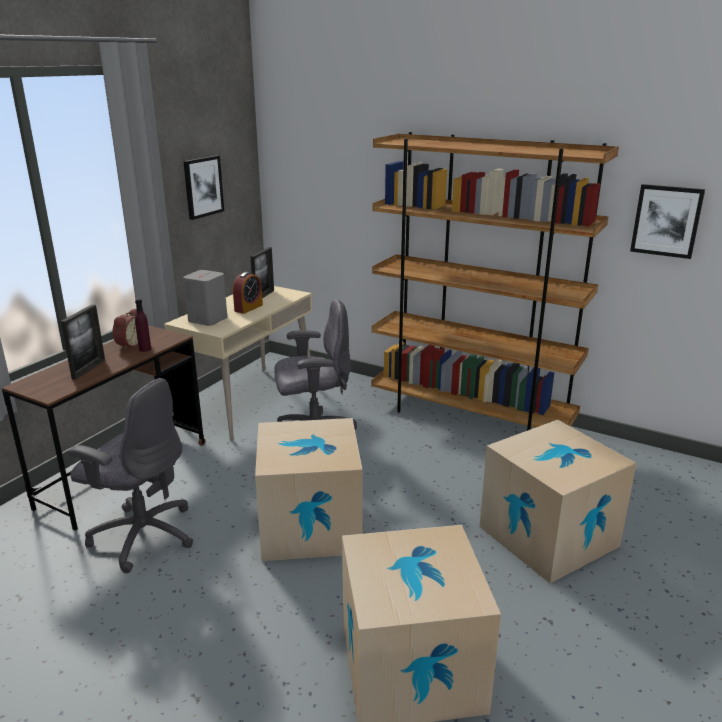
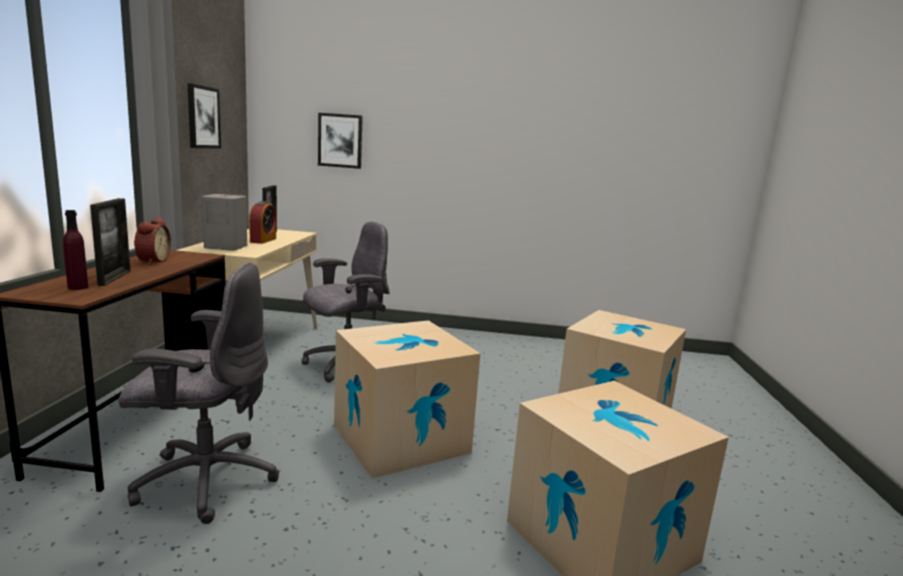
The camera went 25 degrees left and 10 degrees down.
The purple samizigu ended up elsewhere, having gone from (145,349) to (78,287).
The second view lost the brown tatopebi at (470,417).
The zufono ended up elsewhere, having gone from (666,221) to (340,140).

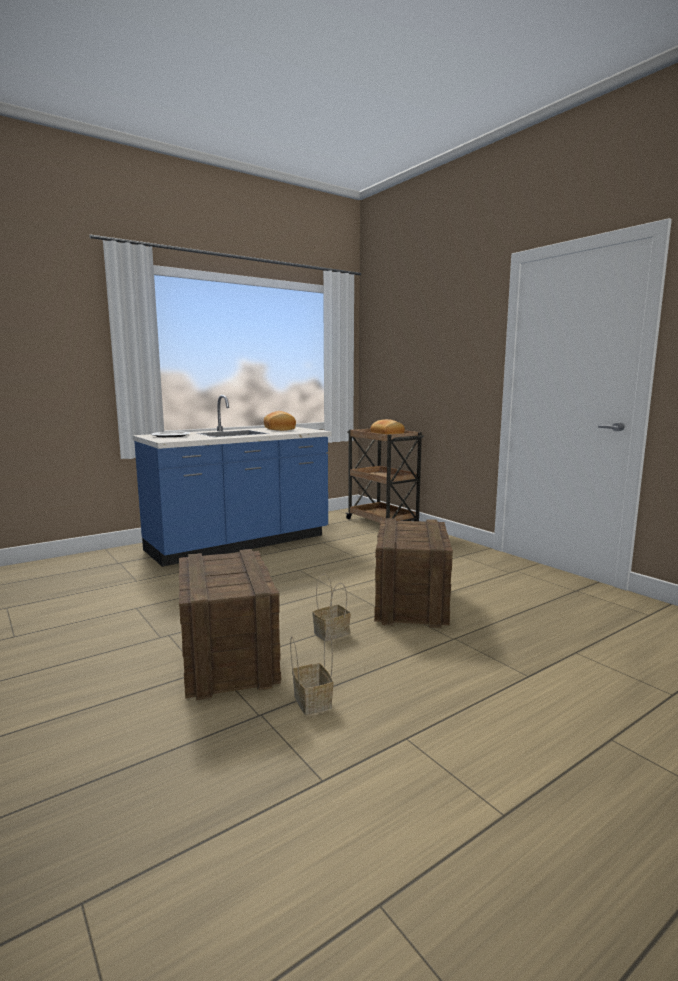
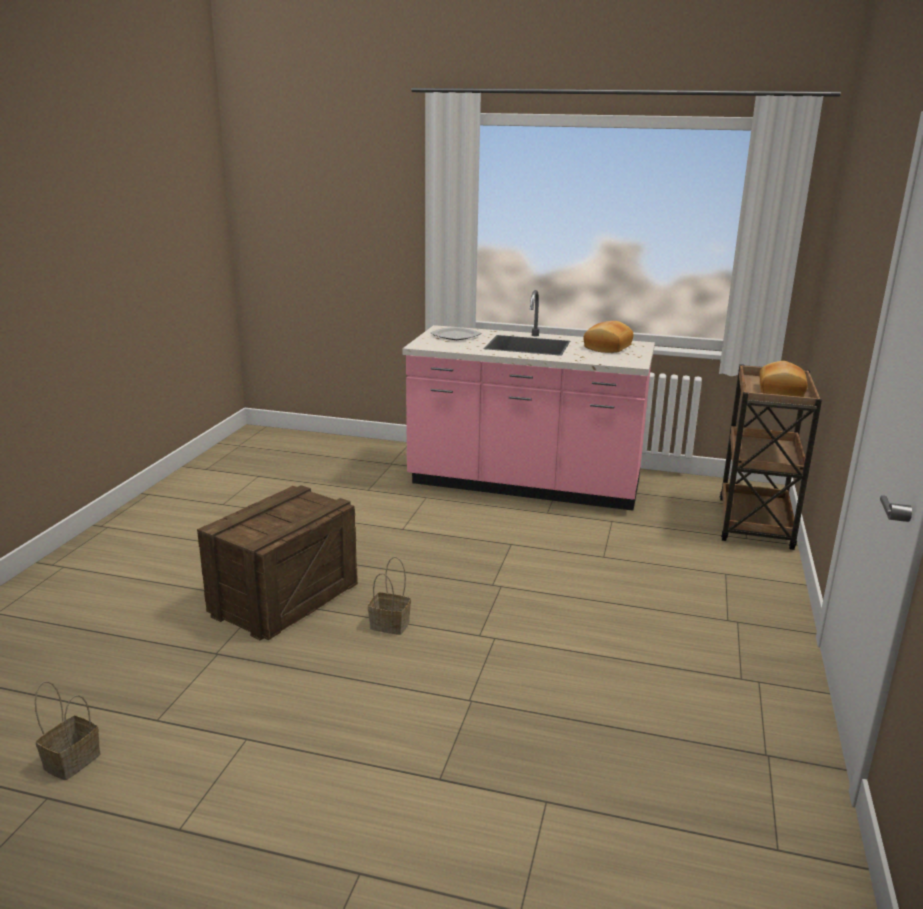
The camera went 50 degrees right and 10 degrees up.
What was the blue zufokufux at (239,544) turned into the pink zufokufux at (524,485).
The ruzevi ended up elsewhere, having gone from (311,701) to (73,760).
The second view lost the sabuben at (411,603).

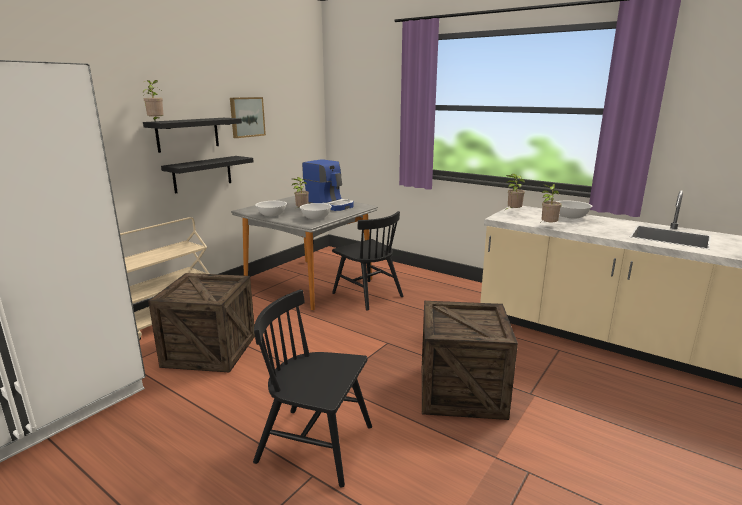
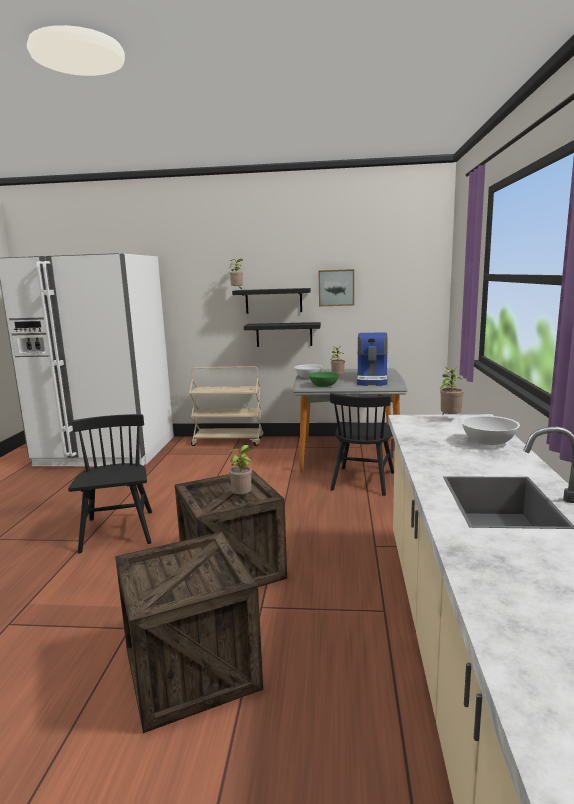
The camera went 60 degrees right and 5 degrees down.
The sabuben ended up elsewhere, having gone from (210,350) to (191,669).
What was the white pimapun at (316,218) turned into the green pimapun at (324,385).
The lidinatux ended up elsewhere, having gone from (547,226) to (243,497).

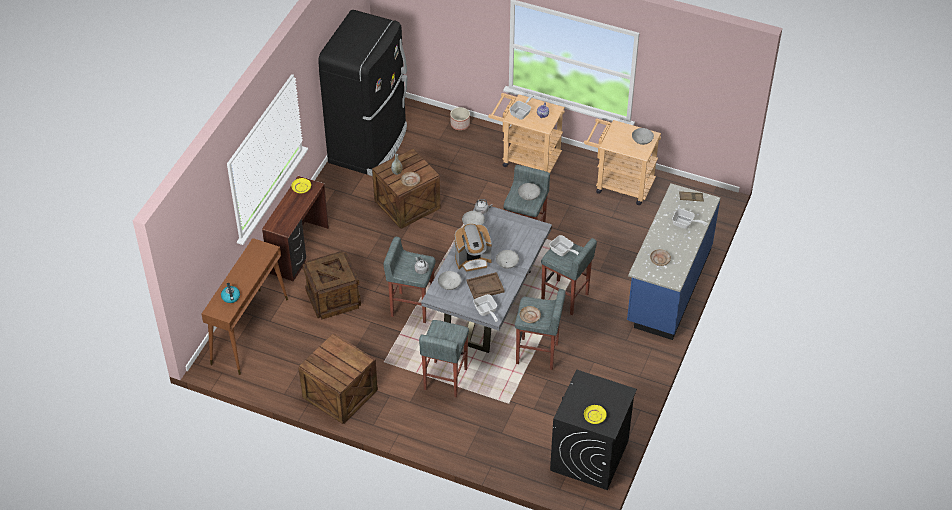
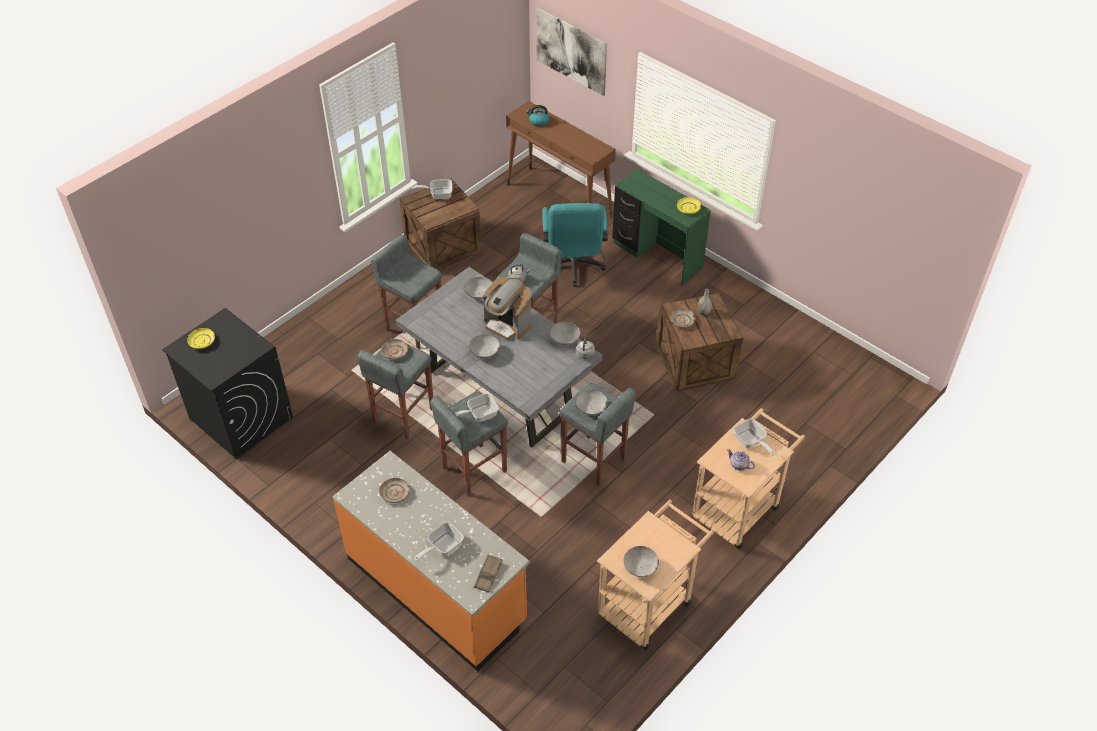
The camera went 110 degrees right and 0 degrees up.
What was the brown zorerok at (299,250) turned into the green zorerok at (656,256).
Where the sabuben stood at (334,298), the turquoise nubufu came to stand at (573,268).
The second view lost the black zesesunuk at (369,145).
The second view lost the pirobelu at (460,124).
The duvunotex at (473,260) ended up facing another way, 60 degrees counterclockwise from before.
The second view lost the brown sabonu at (485,287).
The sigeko ended up elsewhere, having gone from (486,311) to (438,194).
What was the blue zufokufux at (668,286) turned into the orange zufokufux at (437,589).
The second view gained the zufono at (571,51).

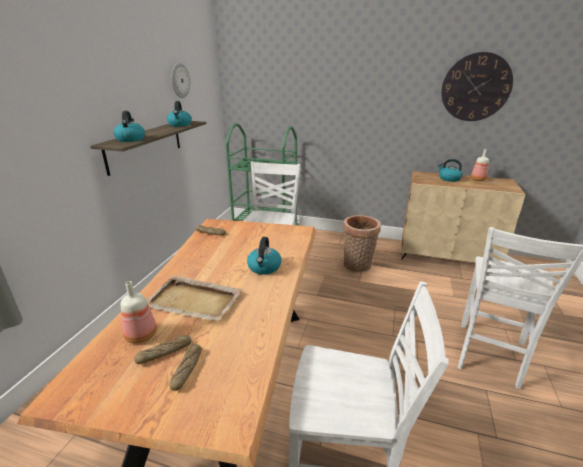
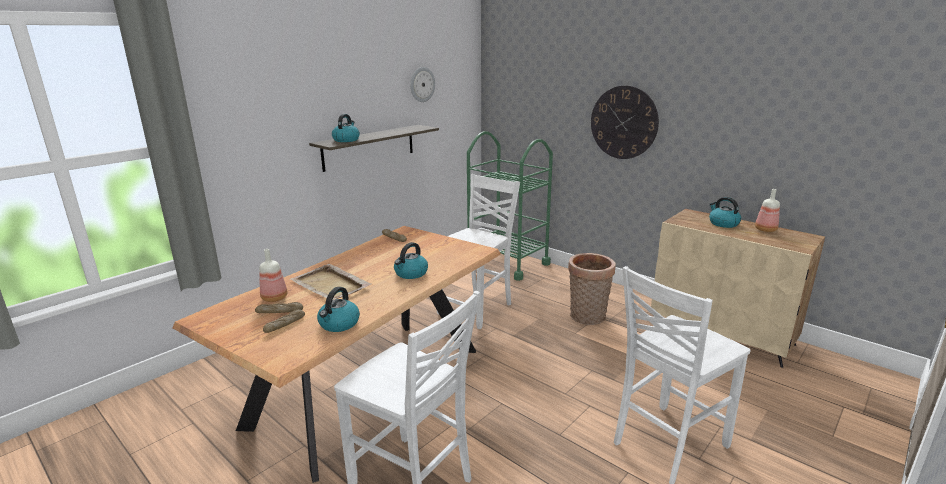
The camera went 25 degrees right and 5 degrees down.
The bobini ended up elsewhere, having gone from (180,125) to (339,324).
The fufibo ended up elsewhere, having gone from (475,87) to (623,122).

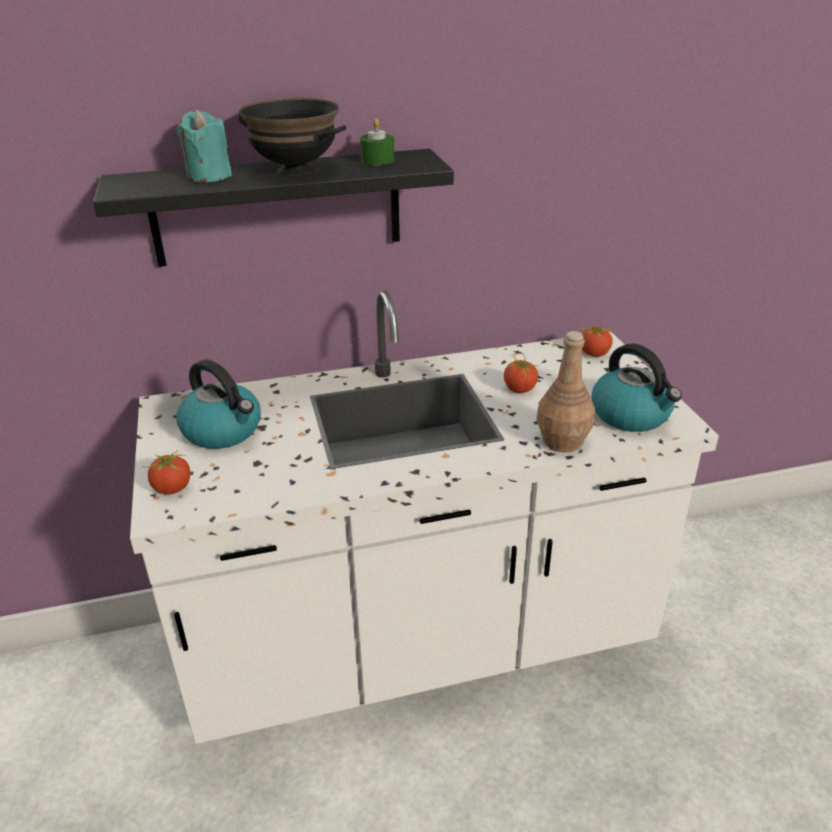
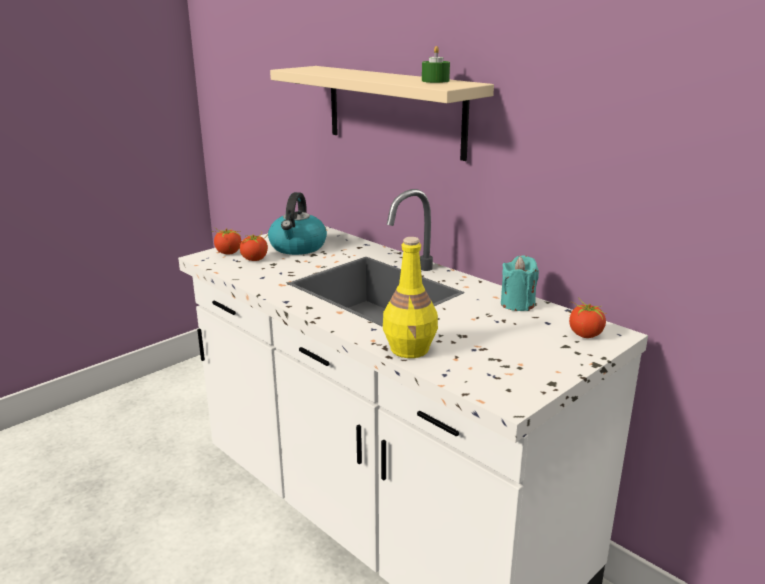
The camera went 60 degrees right and 10 degrees down.
What was the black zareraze at (277,208) turned into the beige zareraze at (394,110).
The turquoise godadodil ended up elsewhere, having gone from (209,176) to (517,304).
The second view lost the black pimapun at (294,170).
The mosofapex ended up elsewhere, having gone from (519,389) to (255,259).
What was the brown samizigu at (562,440) turned into the yellow samizigu at (410,349).
The second view lost the bobini at (631,415).

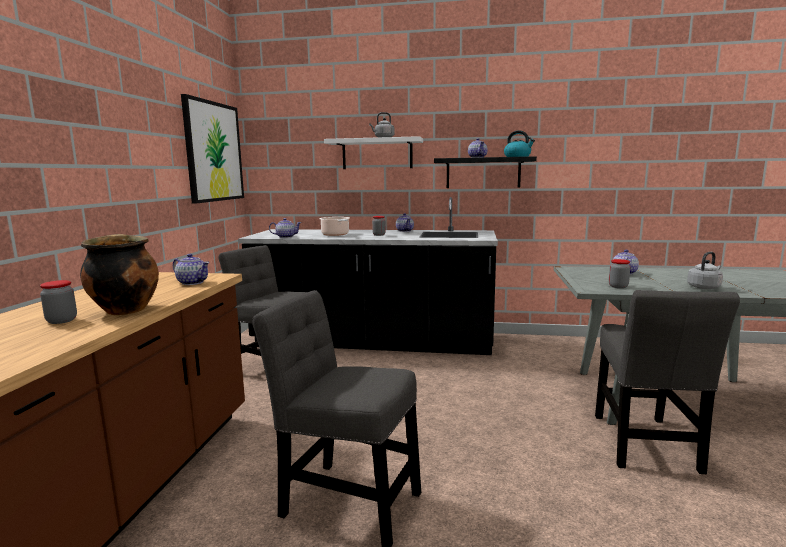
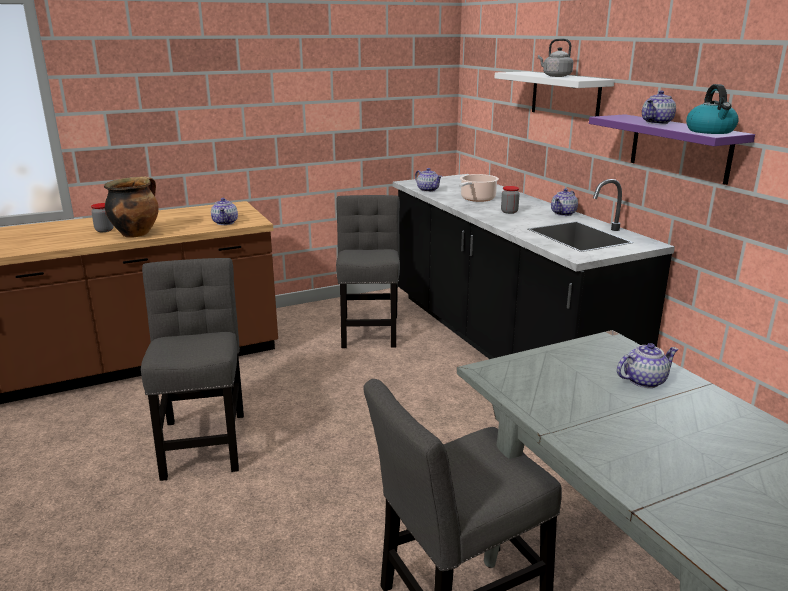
The camera went 55 degrees right and 10 degrees up.
The second view lost the zufono at (214,152).
What was the black zareraze at (483,173) turned into the purple zareraze at (679,148).
The second view lost the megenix at (618,286).
The second view lost the grey bobini at (704,287).

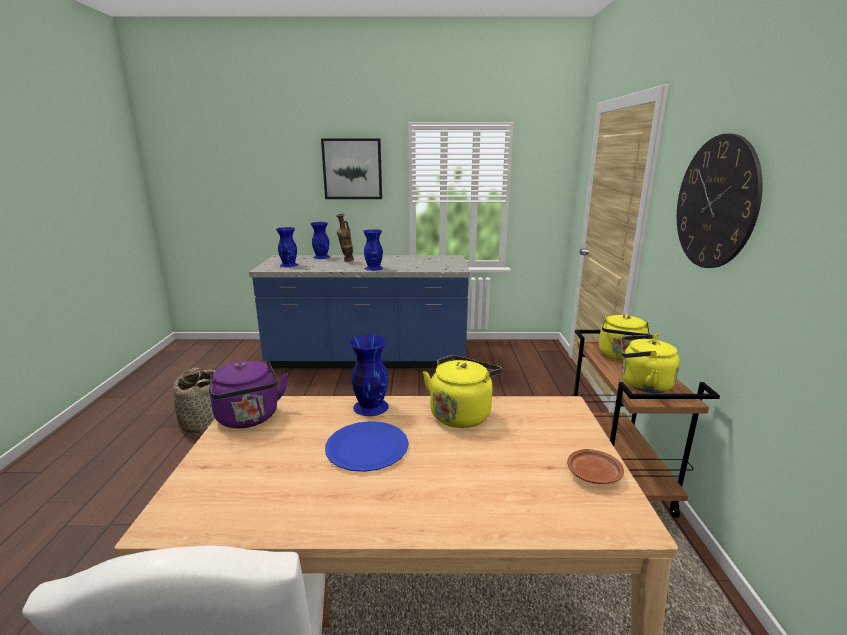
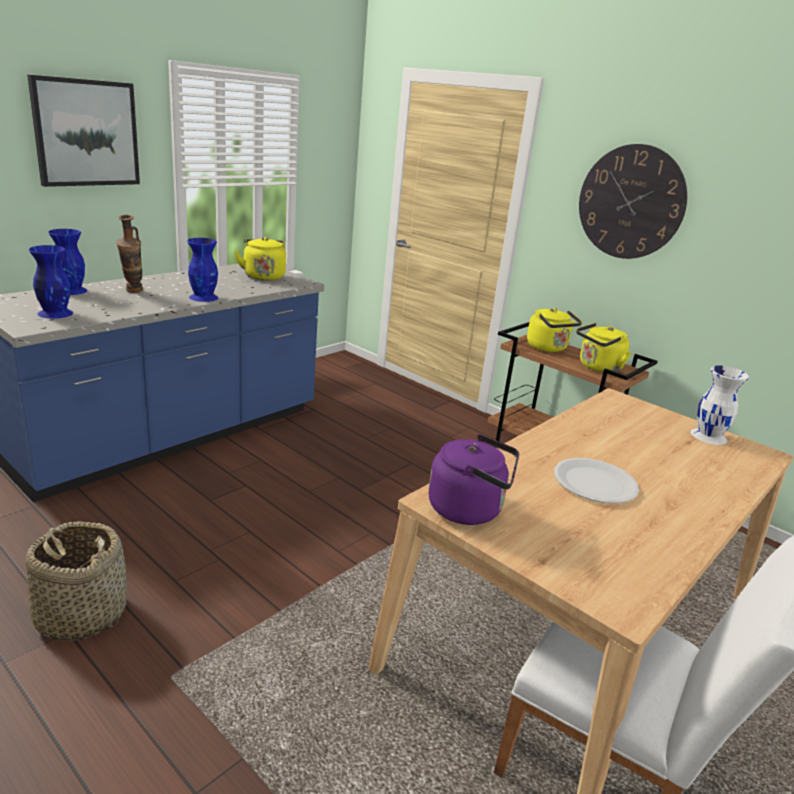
The camera went 50 degrees left and 5 degrees up.
What was the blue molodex at (367,448) turned into the white molodex at (595,483).
The second view lost the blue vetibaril at (370,406).
The yellow bobini ended up elsewhere, having gone from (461,413) to (263,276).
Where the brown molodex stood at (594,474), the white vetibaril came to stand at (709,436).

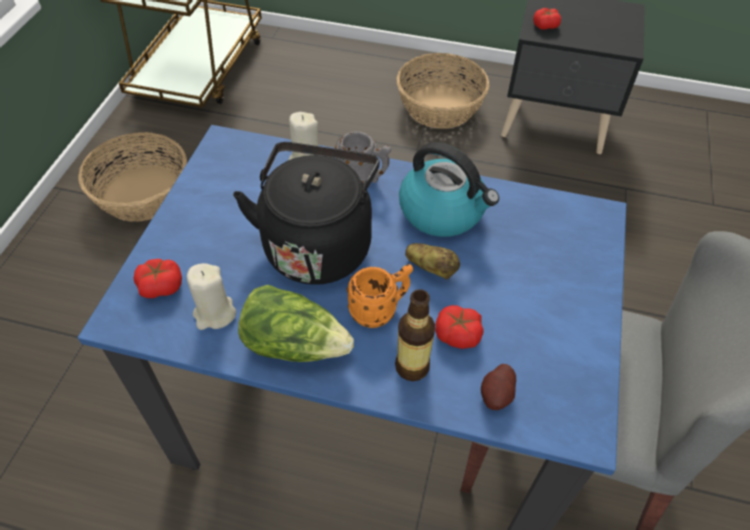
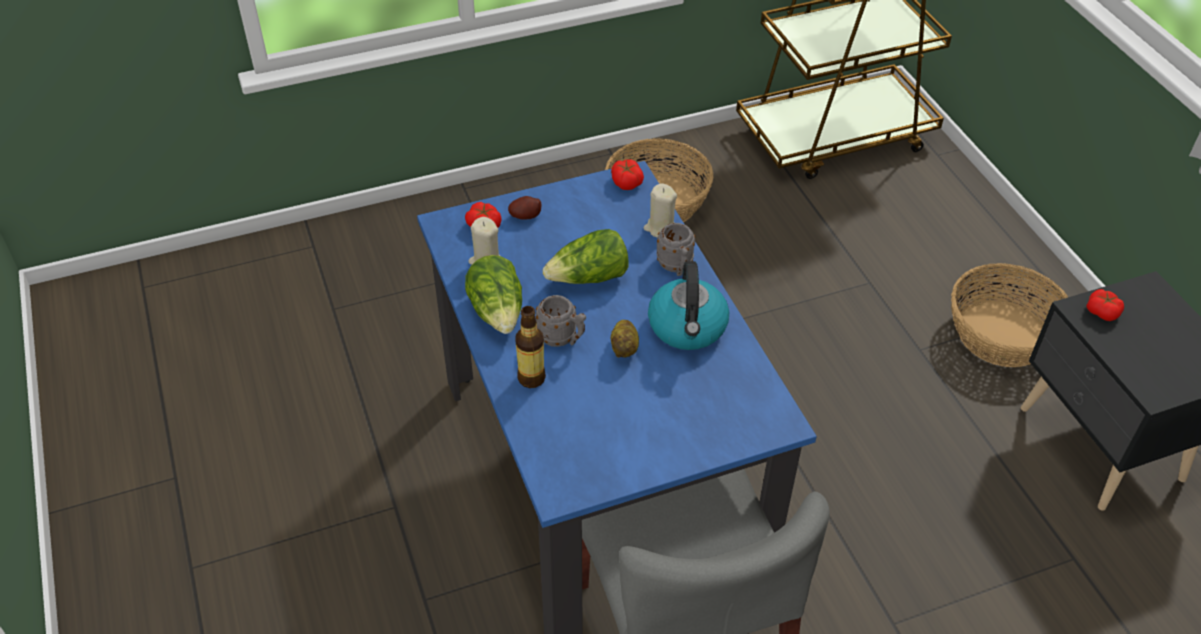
The camera went 55 degrees right and 5 degrees down.
Where the black bobini stood at (318,244), the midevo came to stand at (589,278).
What was the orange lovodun at (380,310) turned into the grey lovodun at (562,339).
The mosofapex ended up elsewhere, having gone from (458,334) to (626,182).
The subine ended up elsewhere, having gone from (496,395) to (525,216).

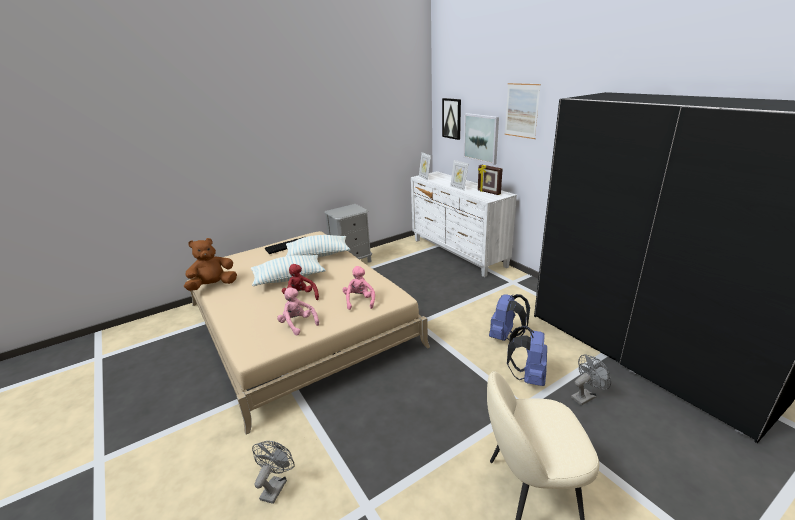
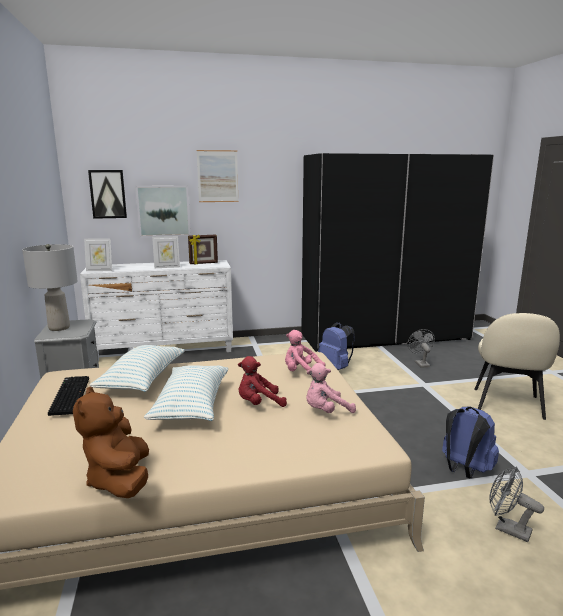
The camera went 70 degrees left and 10 degrees down.
The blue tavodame ended up elsewhere, having gone from (528,377) to (464,470).
The second view gained the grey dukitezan at (58,328).

